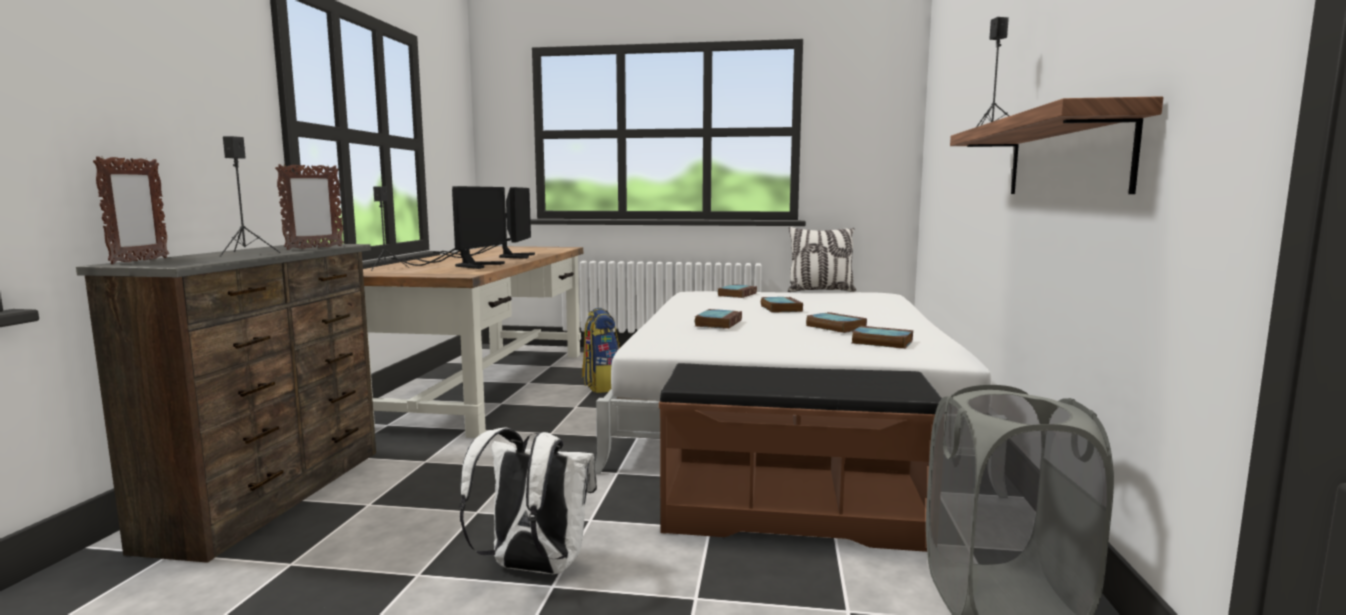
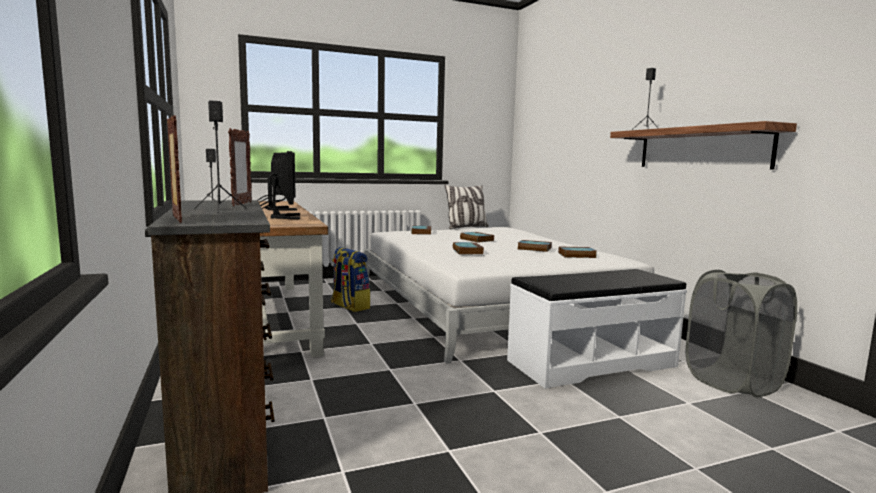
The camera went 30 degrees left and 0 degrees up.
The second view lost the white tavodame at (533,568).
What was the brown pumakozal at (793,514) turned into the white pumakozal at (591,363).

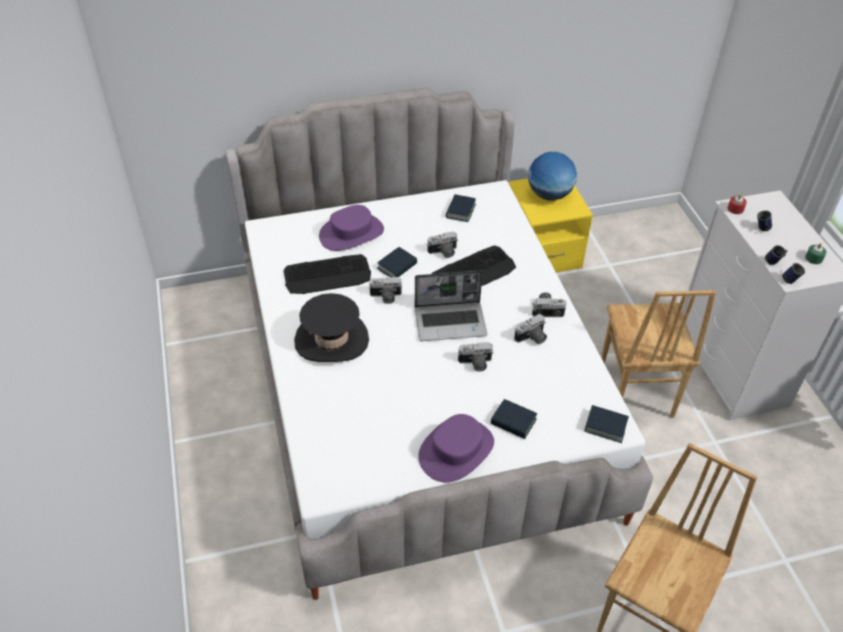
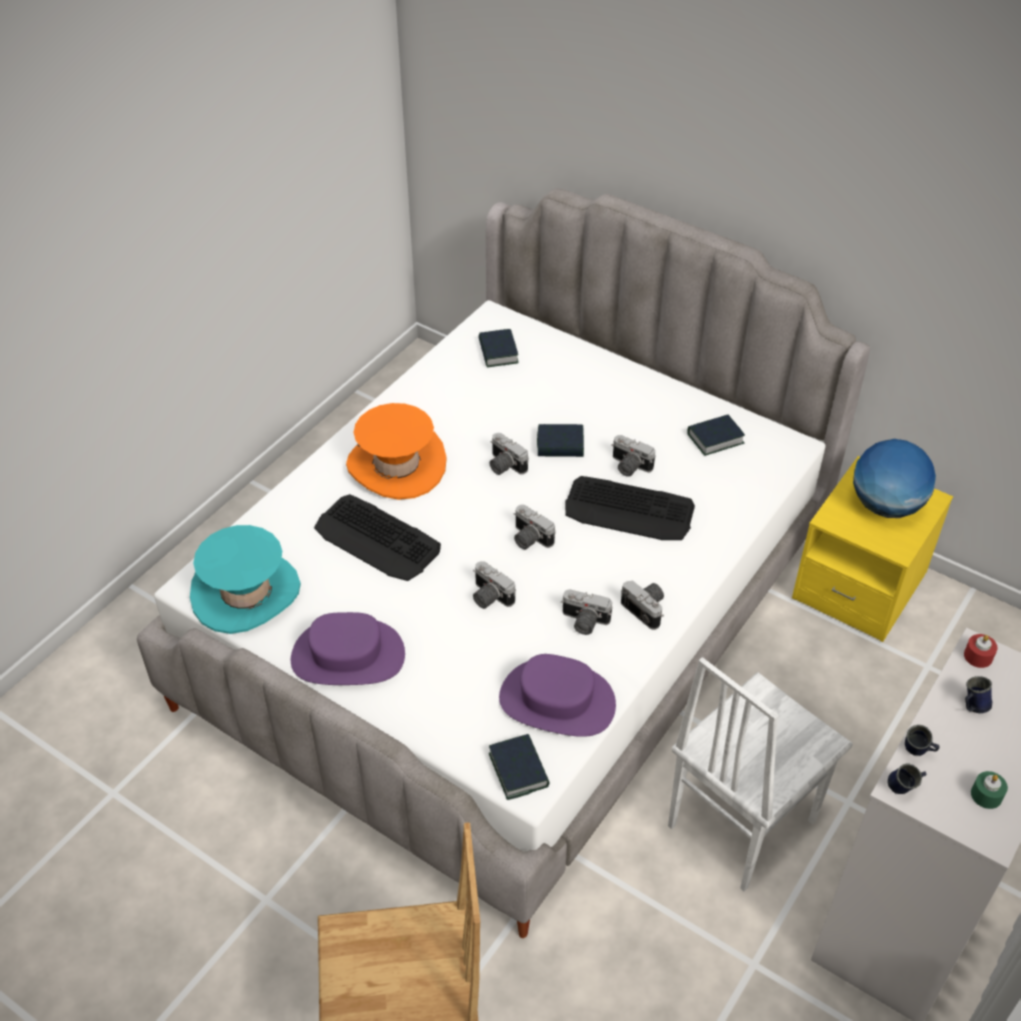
The camera went 50 degrees right and 0 degrees up.
The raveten ended up elsewhere, having gone from (328,275) to (377,539).
What was the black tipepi at (331,339) turned into the orange tipepi at (396,465).
The purple tipepi ended up elsewhere, having gone from (351,233) to (556,702).
Where the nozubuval stood at (451,322), the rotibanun came to stand at (528,539).
The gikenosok ended up elsewhere, having gone from (513,422) to (498,352).
What was the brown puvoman at (634,391) turned into the white puvoman at (739,822).
The second view gained the turquoise tipepi at (246,592).

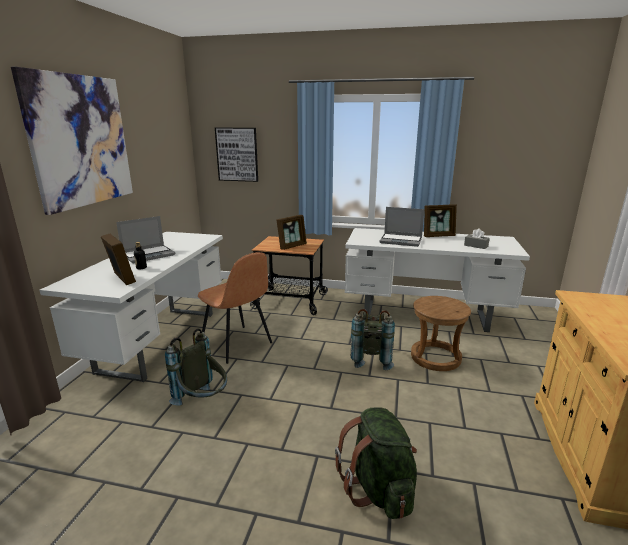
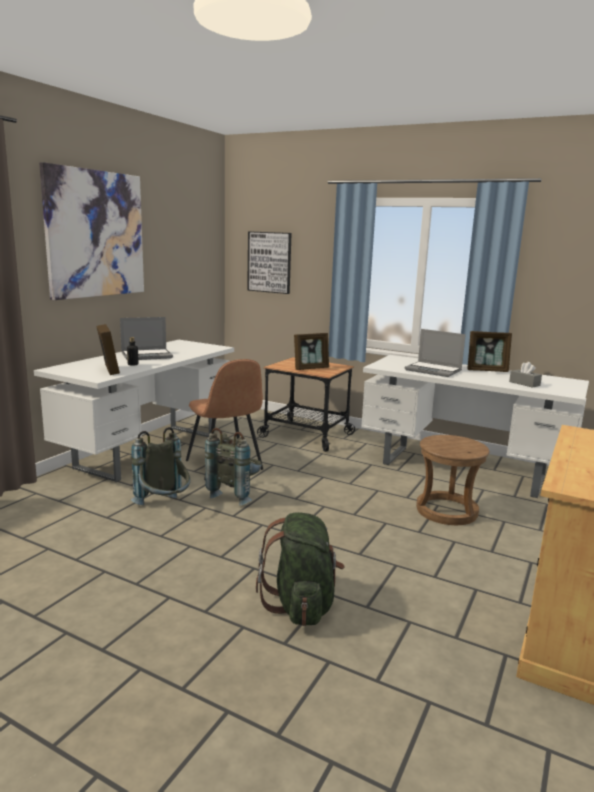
The camera went 15 degrees right and 5 degrees down.
The grey tavodame ended up elsewhere, having gone from (371,359) to (236,494).

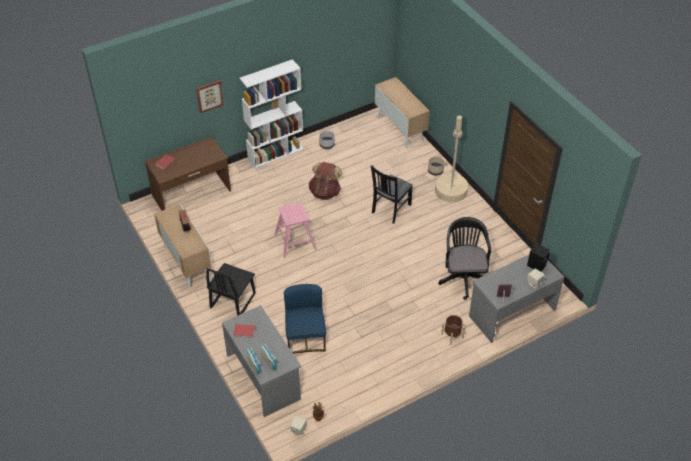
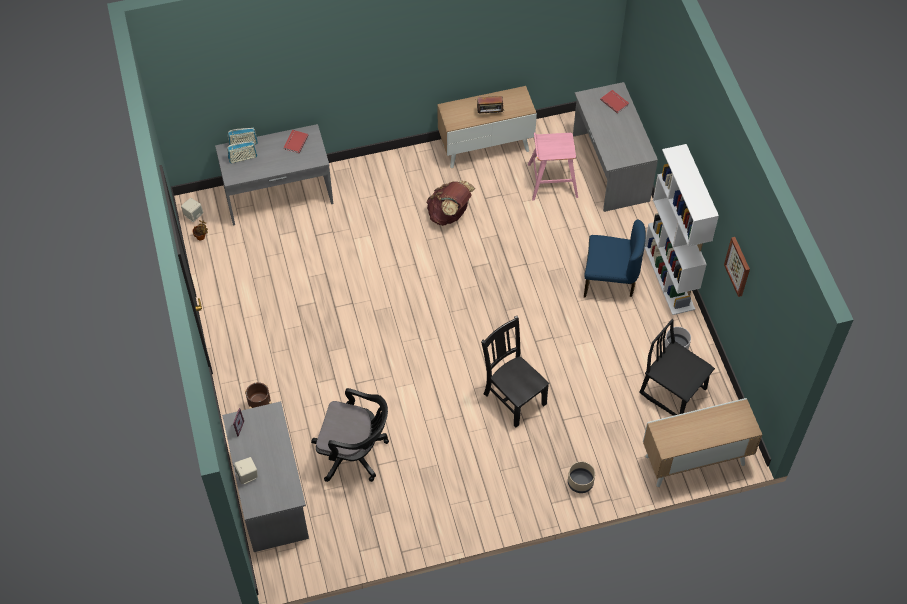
The camera went 105 degrees right and 10 degrees up.
What was the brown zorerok at (192,193) turned into the grey zorerok at (609,168).
The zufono ended up elsewhere, having gone from (209,96) to (738,266).
The black puvoman ended up elsewhere, having gone from (232,300) to (673,390).
The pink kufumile ended up elsewhere, having gone from (295,242) to (552,180).
The blue puvoman ended up elsewhere, having gone from (305,338) to (609,281).
The brown tavodame ended up elsewhere, having gone from (325,192) to (449,214).
The second view lost the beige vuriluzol at (451,190).
The second view lost the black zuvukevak at (537,264).

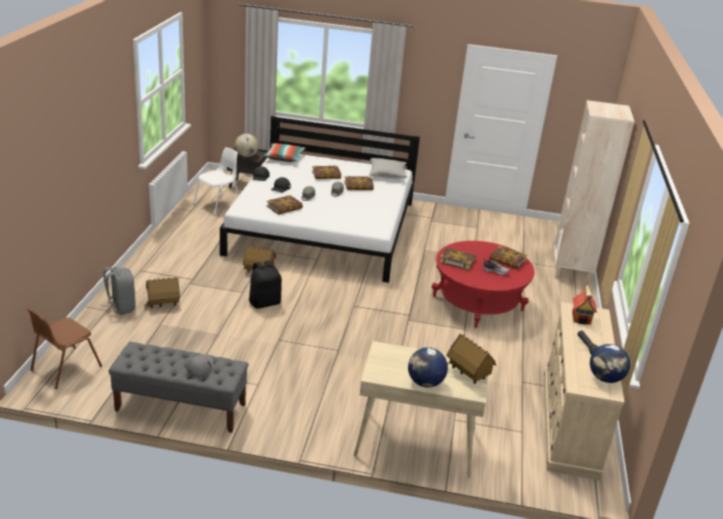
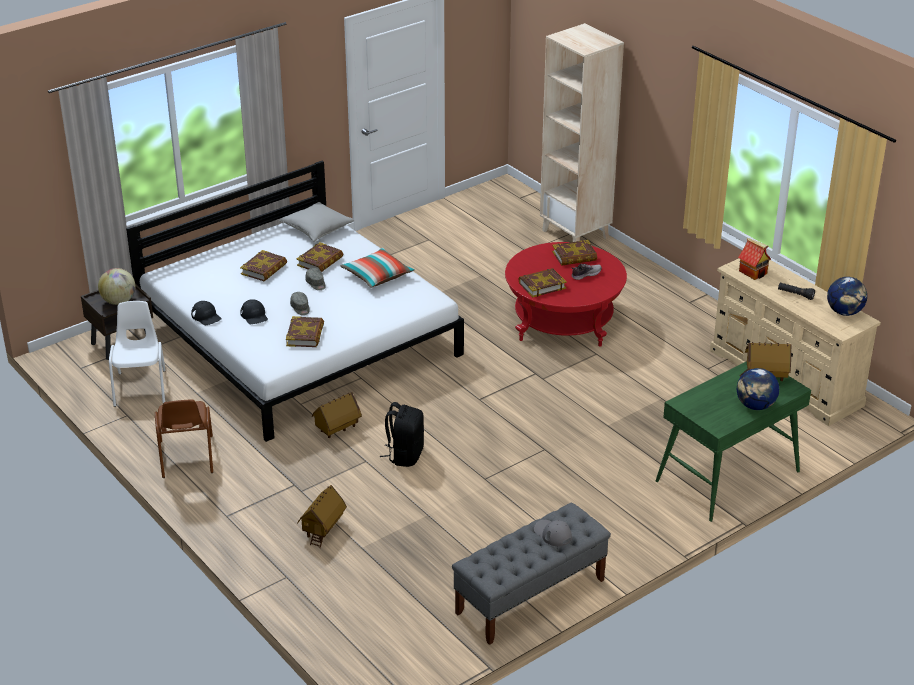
The camera went 45 degrees left and 5 degrees up.
The brown puvoman ended up elsewhere, having gone from (65,368) to (186,458).
The second view lost the grey tavodame at (120,307).
The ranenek ended up elsewhere, having gone from (284,158) to (377,276).
What was the beige zorerok at (415,443) turned into the green zorerok at (727,477).

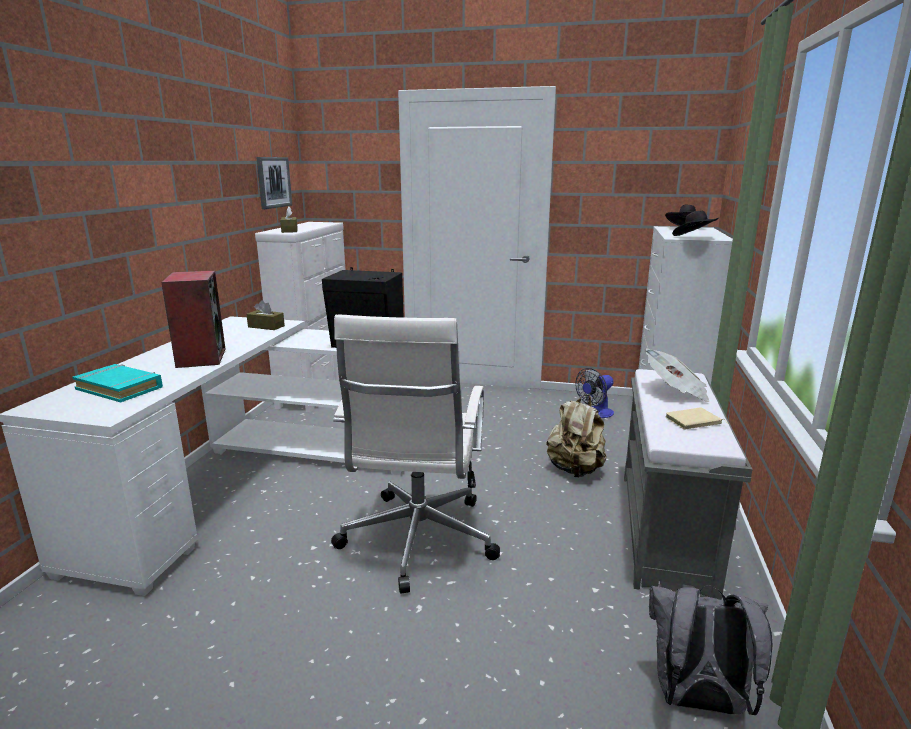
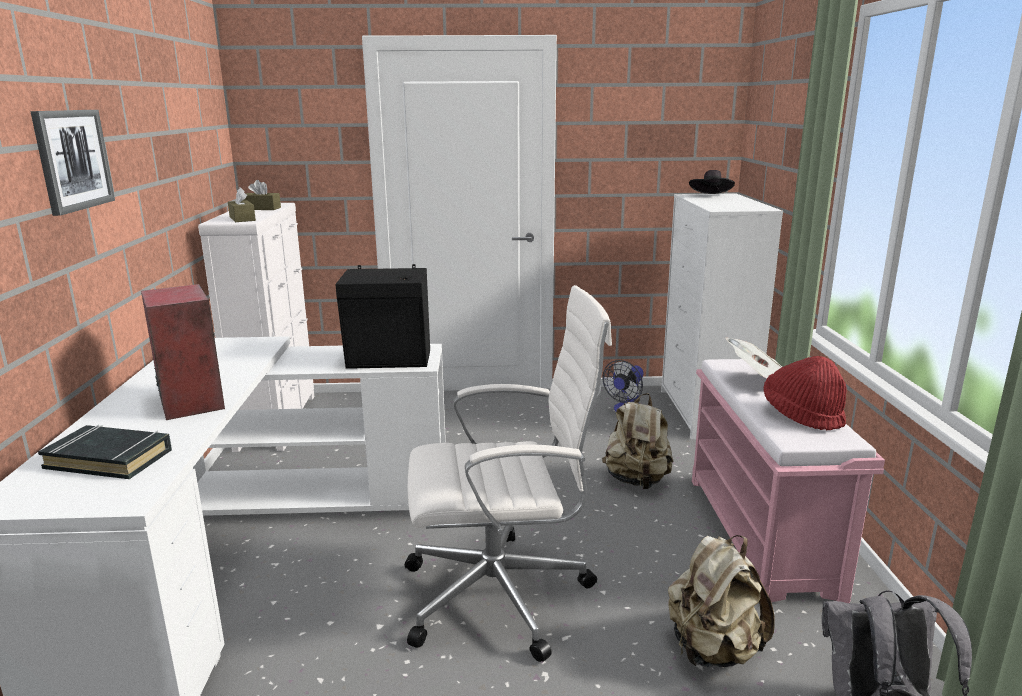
The camera went 15 degrees left and 0 degrees up.
What was the turquoise gikenosok at (120,388) turned into the black gikenosok at (109,459).
The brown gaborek ended up elsewhere, having gone from (266,326) to (261,208).
The zufono ended up elsewhere, having gone from (273,182) to (72,160).
The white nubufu at (417,541) ended up facing another way, 90 degrees counterclockwise from before.
What was the grey pumakozal at (666,530) turned into the pink pumakozal at (762,535).
Where the beige gikenosok stood at (693,422), the red tipepi came to stand at (802,415).
The second view lost the black tipepi at (694,237).
The second view gained the beige tavodame at (713,650).

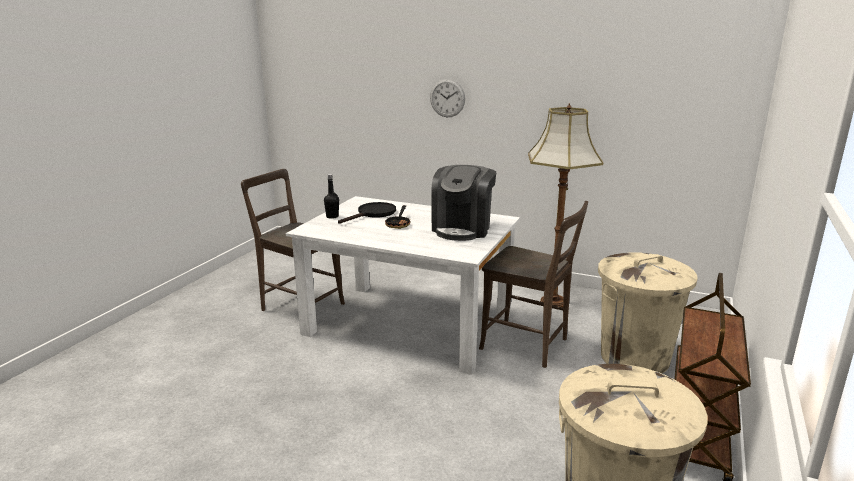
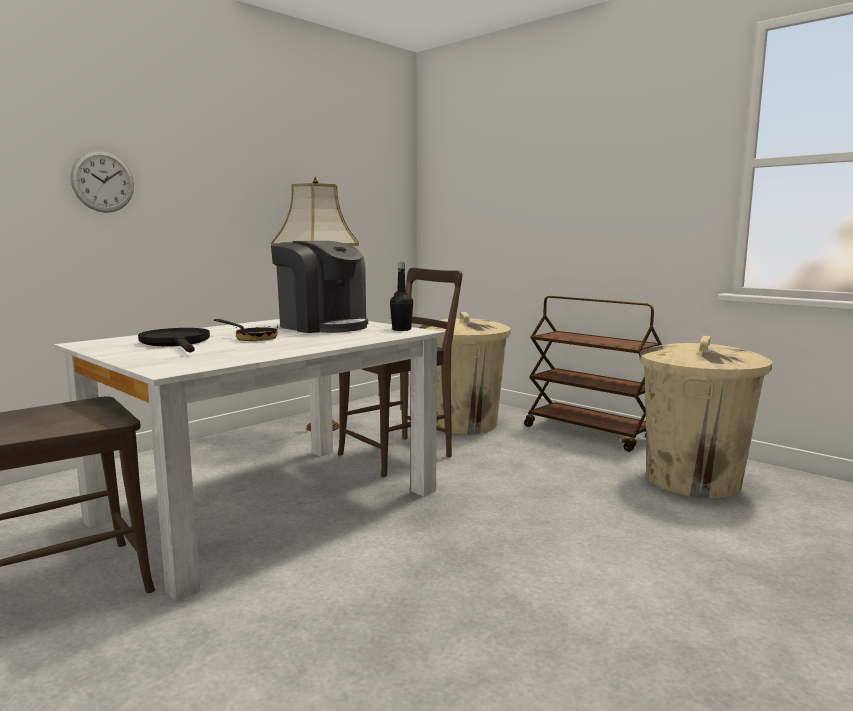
The camera went 70 degrees left and 10 degrees down.
The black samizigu ended up elsewhere, having gone from (332,216) to (401,329).

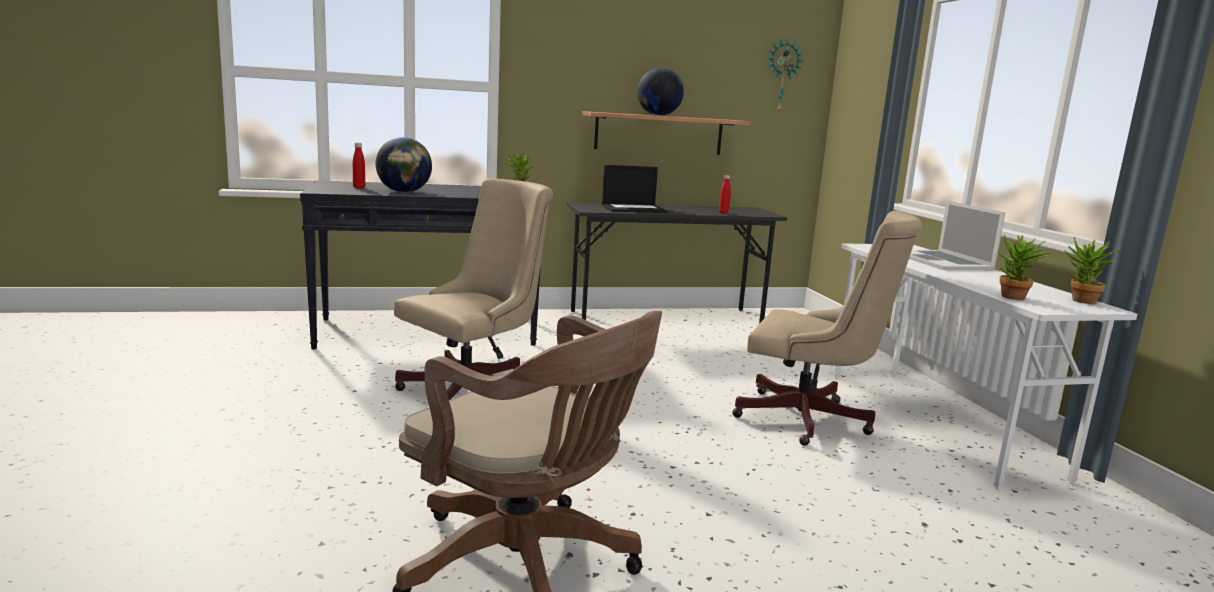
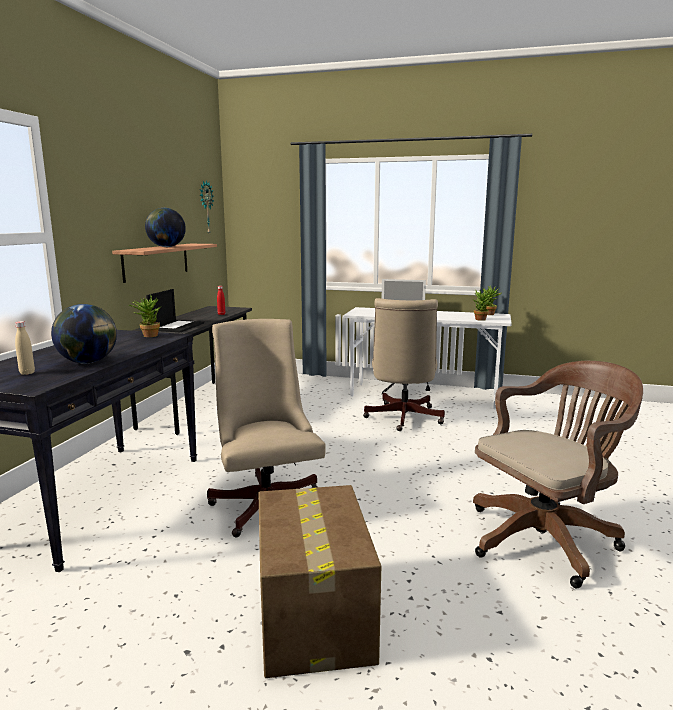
The camera went 60 degrees left and 0 degrees up.
What was the red samizigu at (359,187) turned into the beige samizigu at (27,373).
The beige nubufu at (810,420) ended up facing another way, 135 degrees clockwise from before.
The second view gained the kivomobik at (313,612).

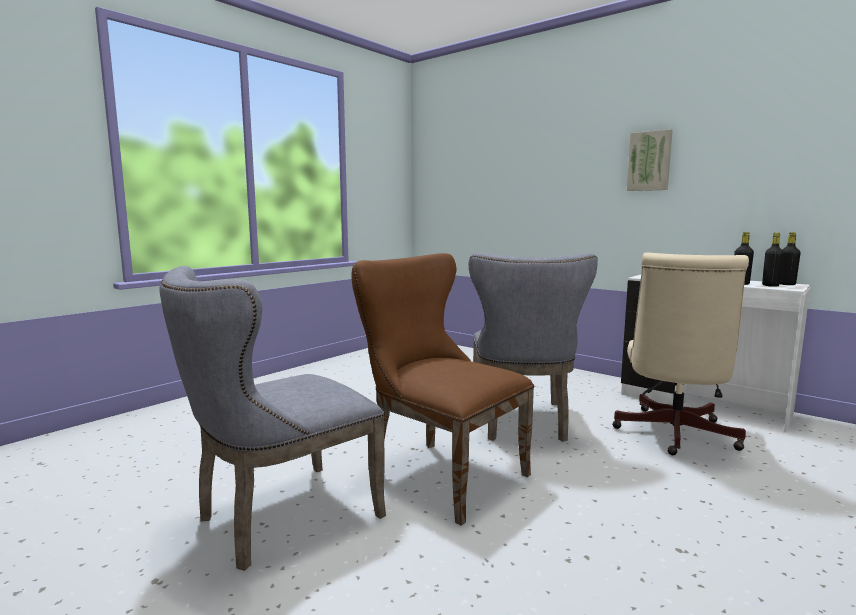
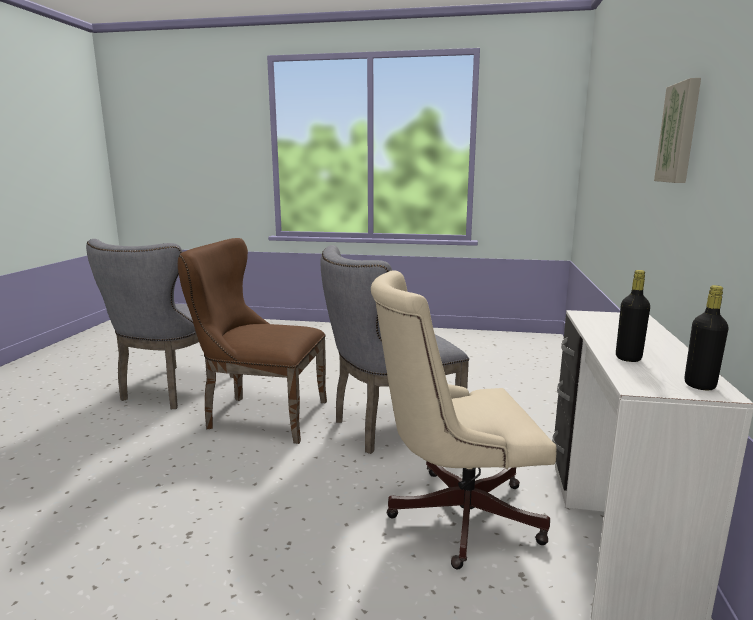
The camera went 60 degrees right and 5 degrees up.
The grey puvoman at (278,519) ended up facing another way, 90 degrees counterclockwise from before.
The brown puvoman at (438,473) ended up facing another way, 90 degrees counterclockwise from before.
The second view lost the black samizigu at (770,285).

